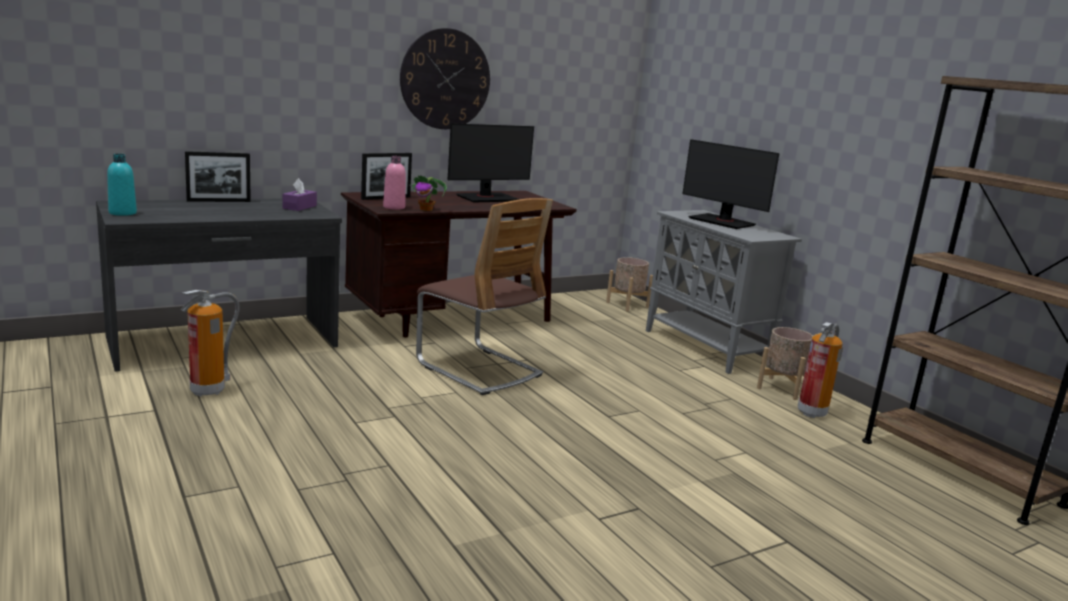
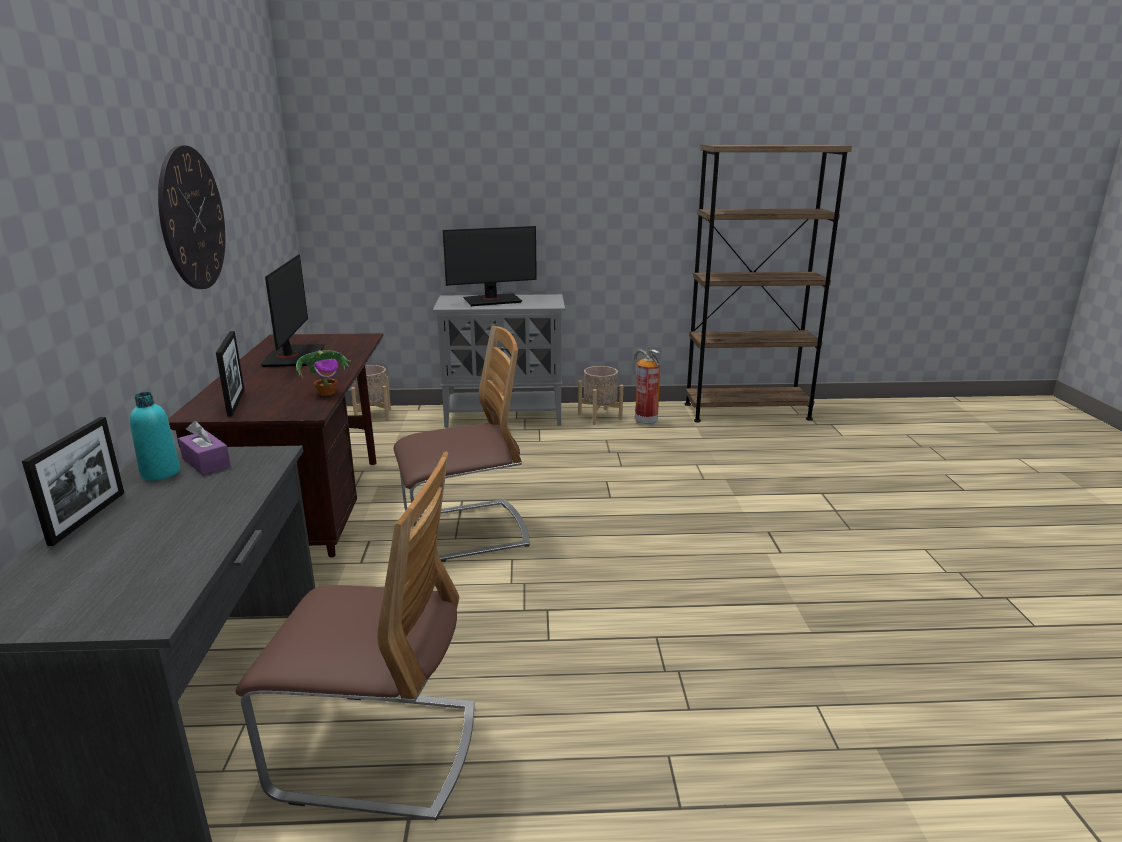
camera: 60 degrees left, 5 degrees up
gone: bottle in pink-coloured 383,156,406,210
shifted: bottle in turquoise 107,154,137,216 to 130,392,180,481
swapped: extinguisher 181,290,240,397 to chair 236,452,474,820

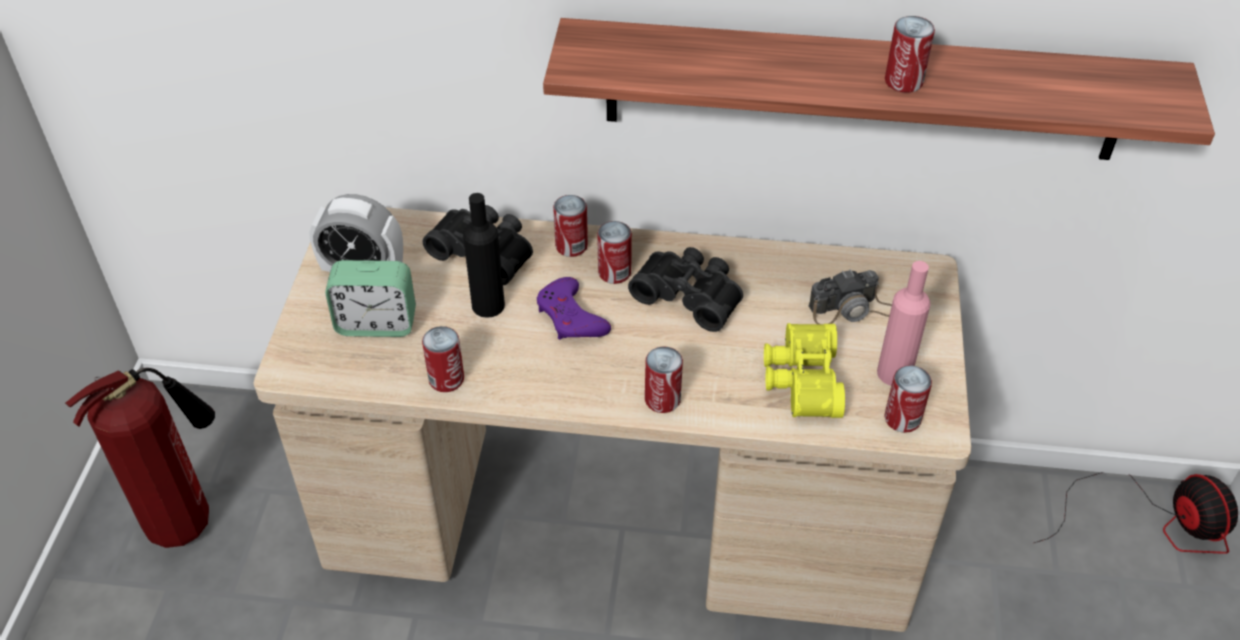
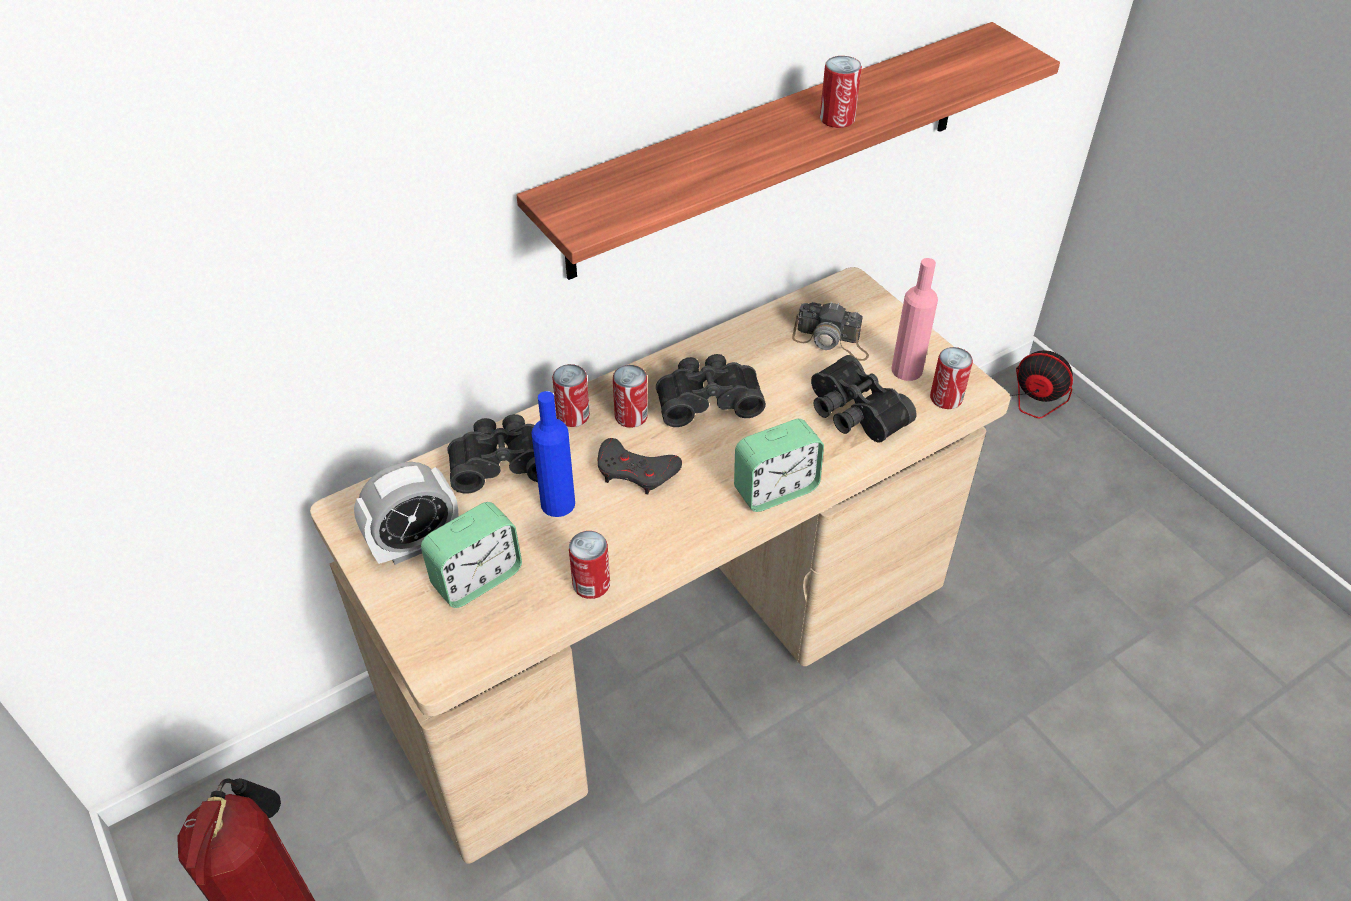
camera: 40 degrees left, 0 degrees up
swapped: sealed can 645,346,683,413 to alarm clock 734,419,824,512
repainted: bottle in blackish 463,193,505,318 to bottle in blue 531,391,575,517; gamepad in purple-coloured 537,277,611,340 to gamepad in greyish 597,438,682,494; field glasses in yellow-coloured 764,323,845,418 to field glasses in blackish 811,355,917,443
rotated: photo camera 809,269,892,324 = 792,302,869,361 75 degrees clockwise

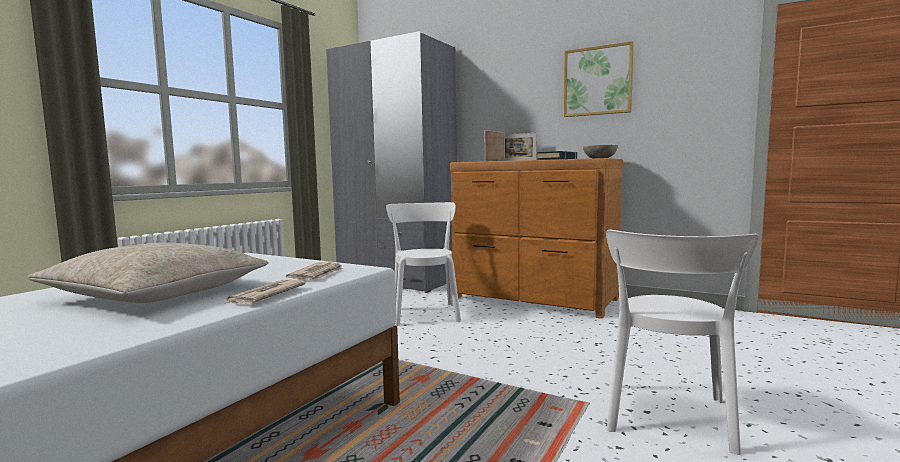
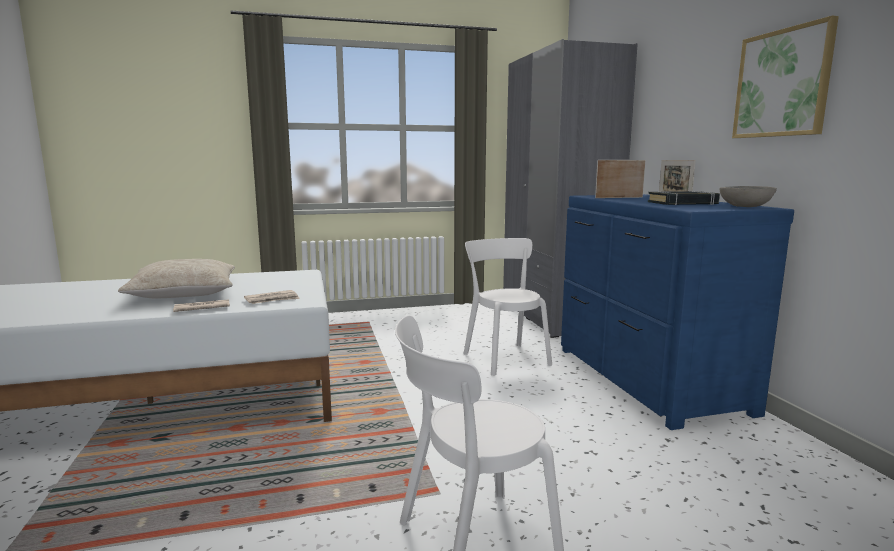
camera: 45 degrees right, 5 degrees up
repainted: drawer chest in brownish 450,158,623,319 to drawer chest in blue 561,194,794,430
rotated: chair in white-coloured 386,202,461,326 = 463,238,552,376 60 degrees counterclockwise

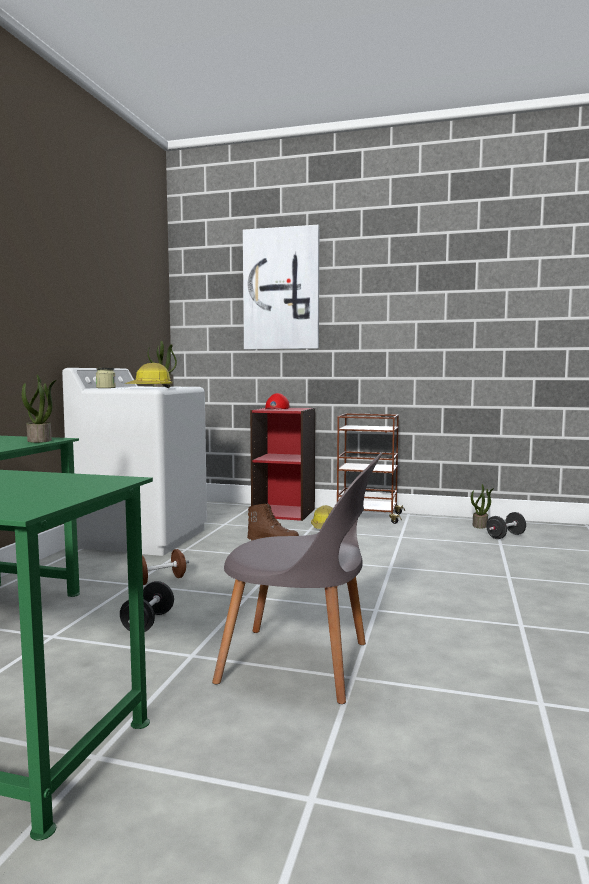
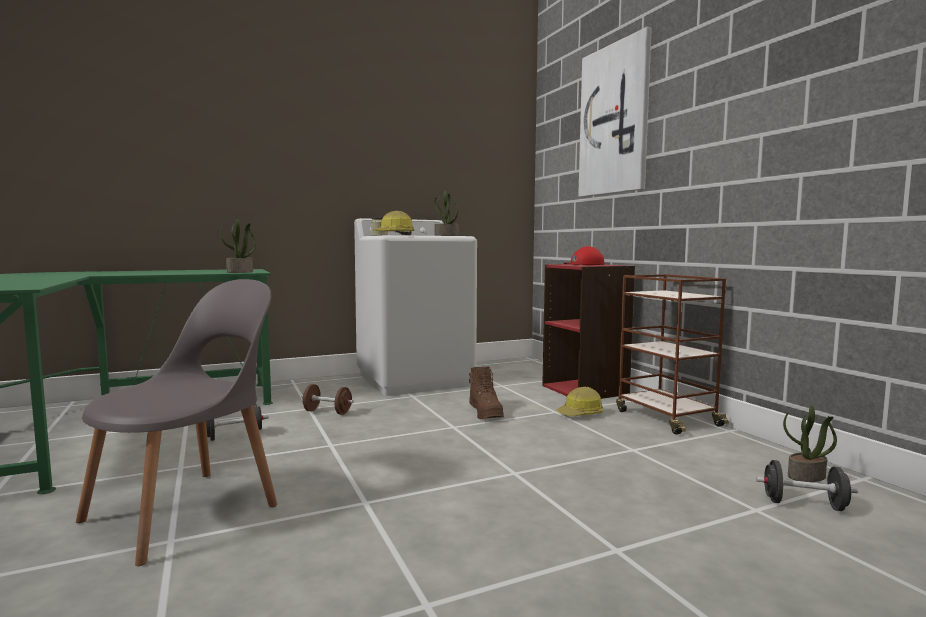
camera: 50 degrees right, 0 degrees up
rotated: chair in greyish 212,453,382,704 = 76,279,277,566 120 degrees counterclockwise

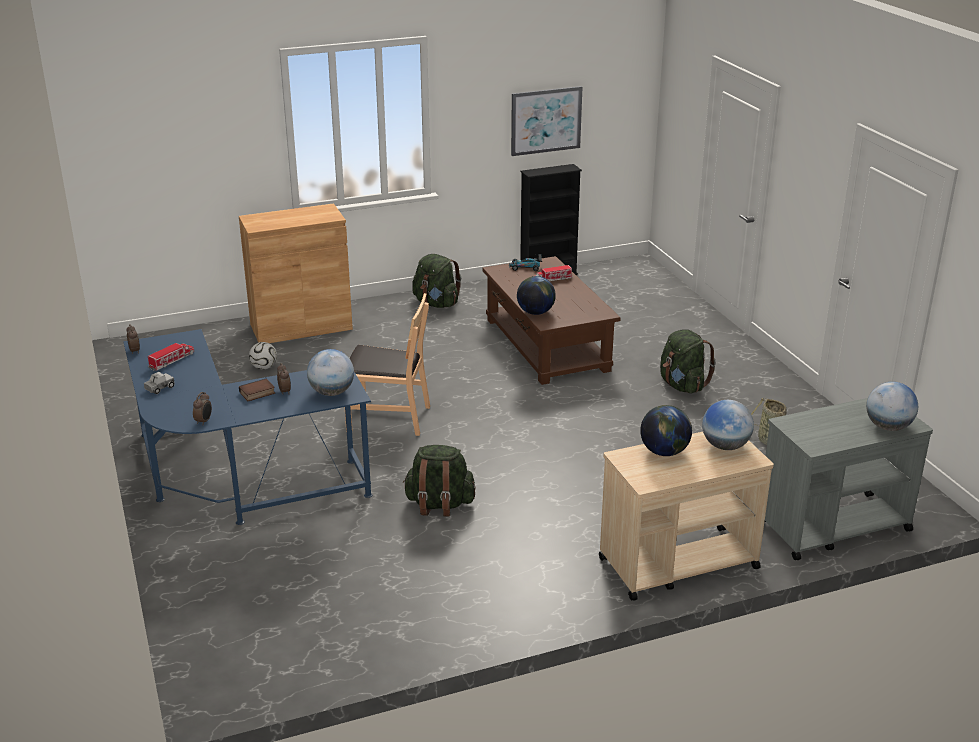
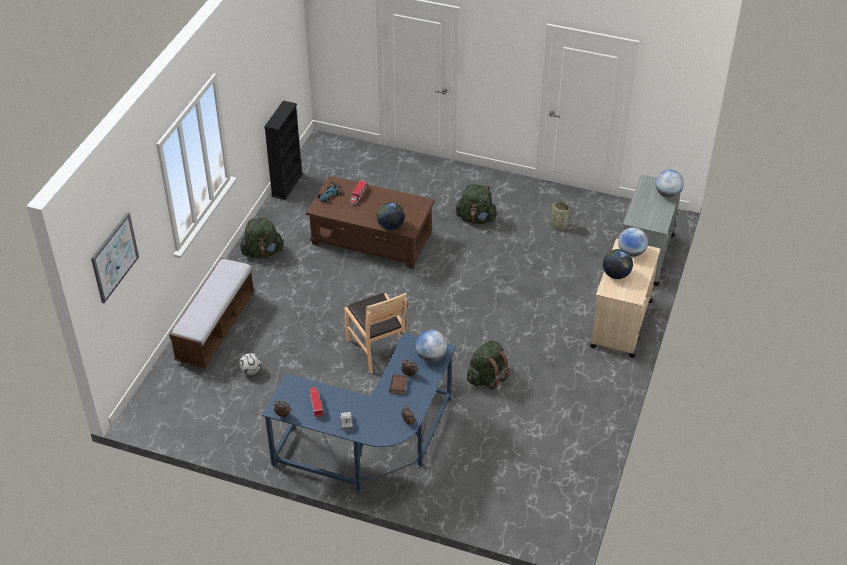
camera: 50 degrees left, 15 degrees up
shifted: picture 511,86,582,156 to 91,212,139,303
swapped: storage cabinet in brownish 239,203,353,343 to long seat 169,258,255,368
rotated: chair in brownish 345,293,430,436 = 344,293,407,374 105 degrees clockwise

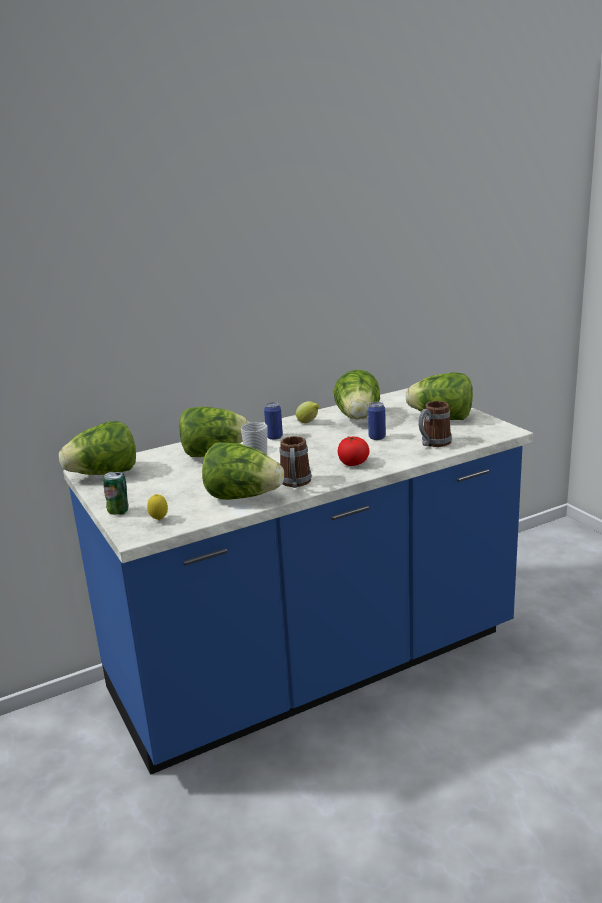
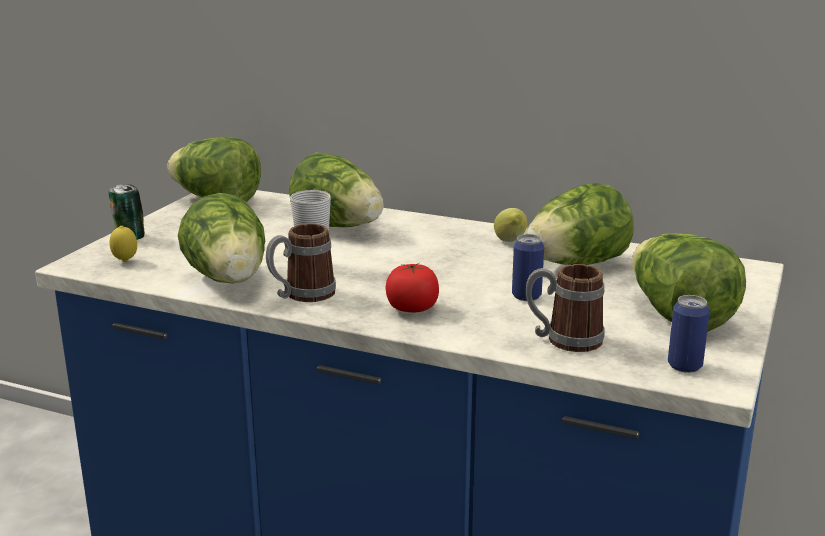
camera: 50 degrees right, 0 degrees up
shifted: sealed can 264,402,283,440 to 668,295,710,373

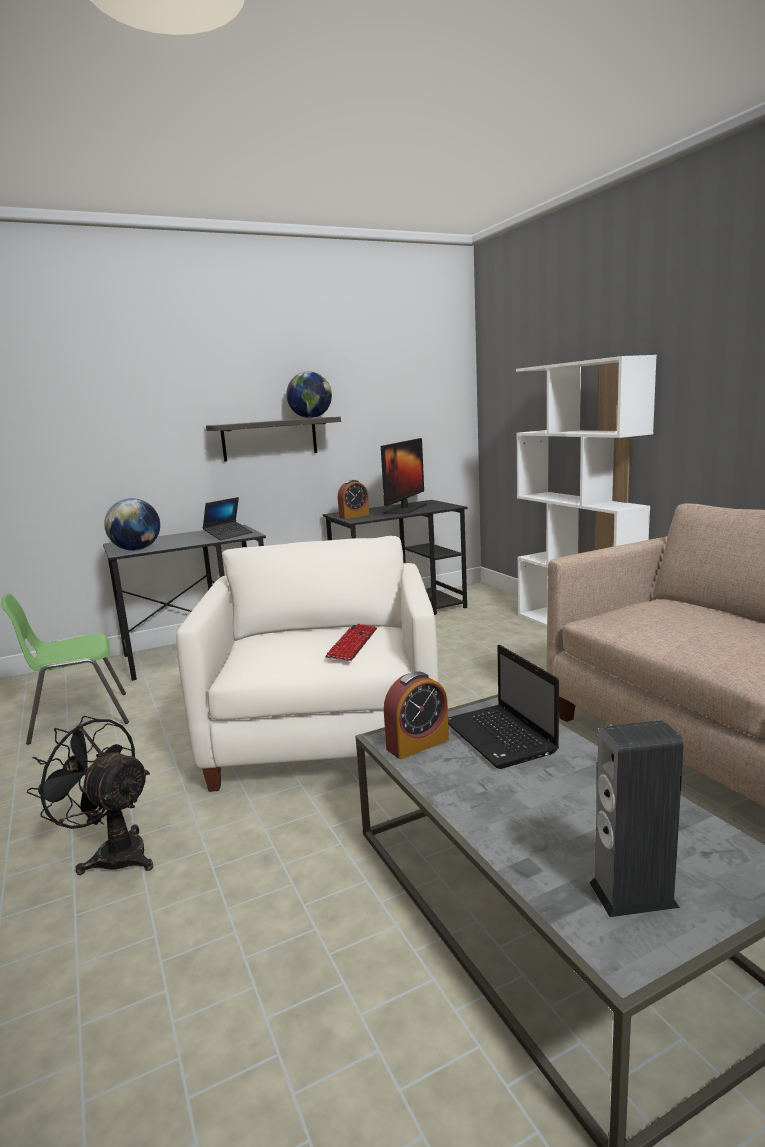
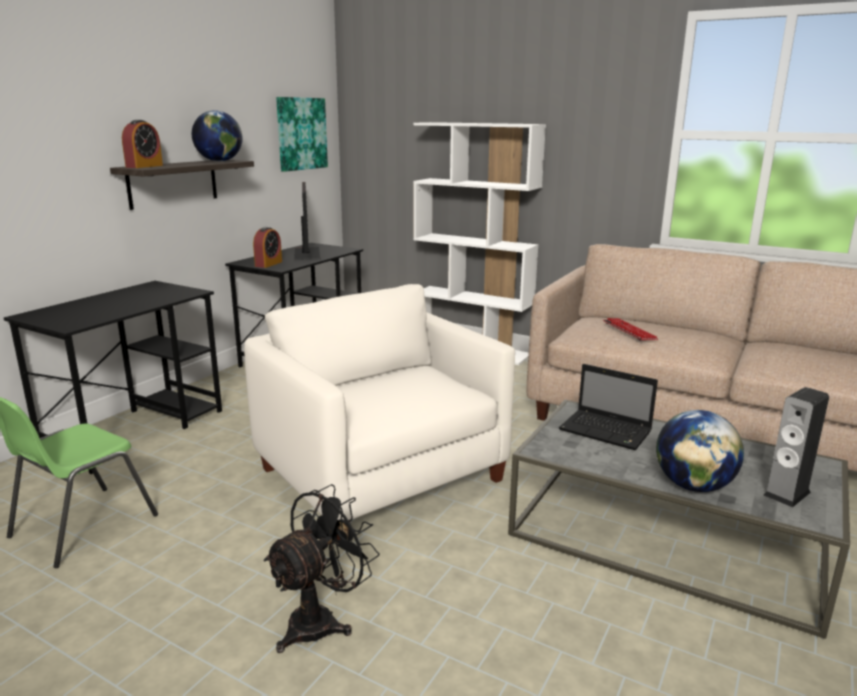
camera: 35 degrees left, 5 degrees up
gone: portable computer 202,497,253,540
new: picture 276,97,328,172
shifted: alarm clock 384,671,449,759 to 122,120,163,168; computer keyboard 325,624,377,661 to 603,318,658,341; globe 104,498,160,551 to 656,410,744,492
rotated: fan in blackish 27,716,153,875 = 264,484,379,653 135 degrees clockwise

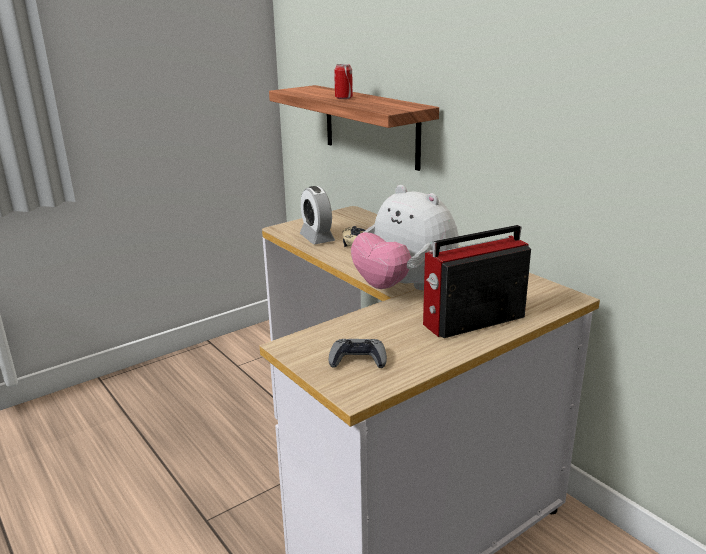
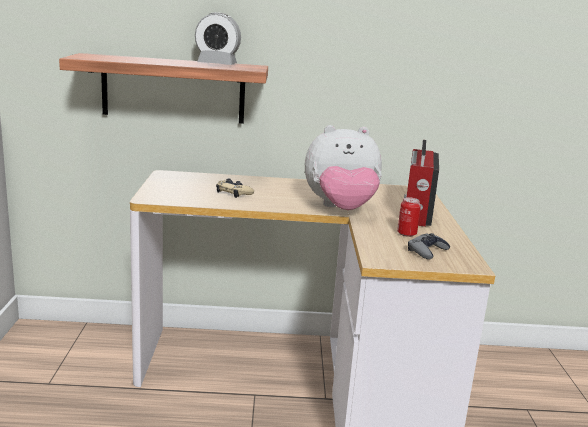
camera: 55 degrees left, 5 degrees down
shifted: alarm clock 300,186,335,244 to 195,12,241,65; sealed can 334,64,353,99 to 397,197,421,237

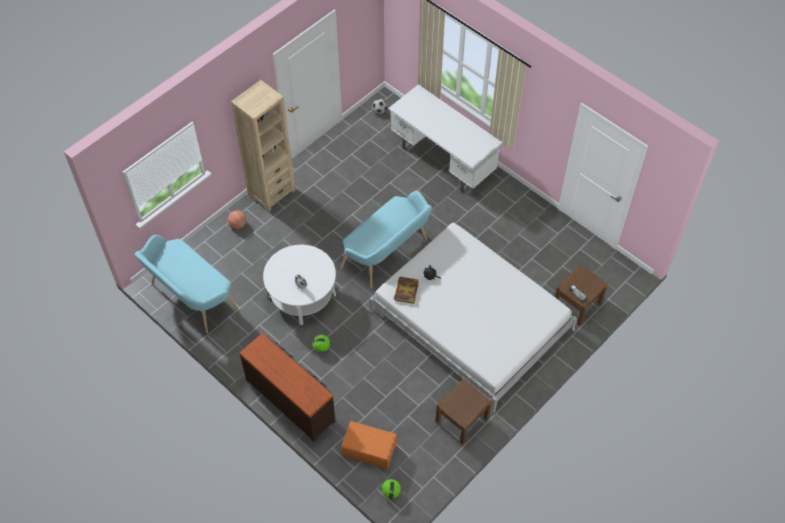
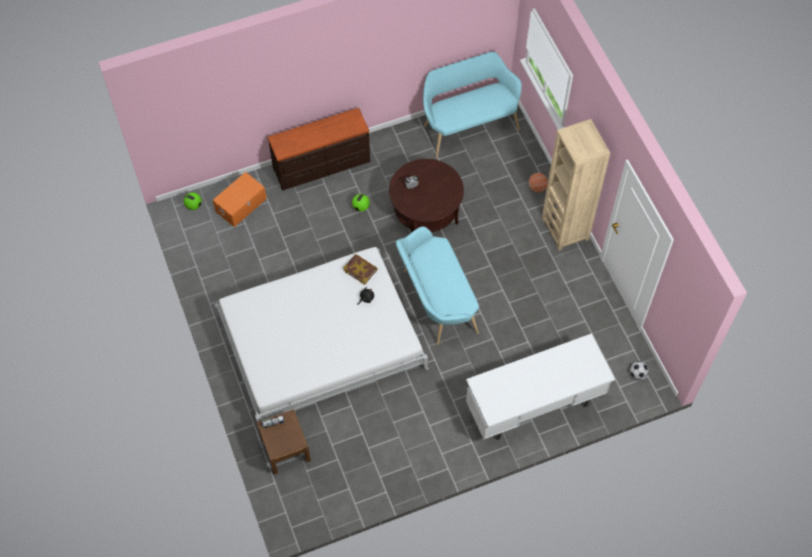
camera: 115 degrees right, 5 degrees up
gone: night table in brownish 435,379,492,445
repainted: lounge table in white-coloured 263,245,336,325 to lounge table in brownish 389,159,464,233

